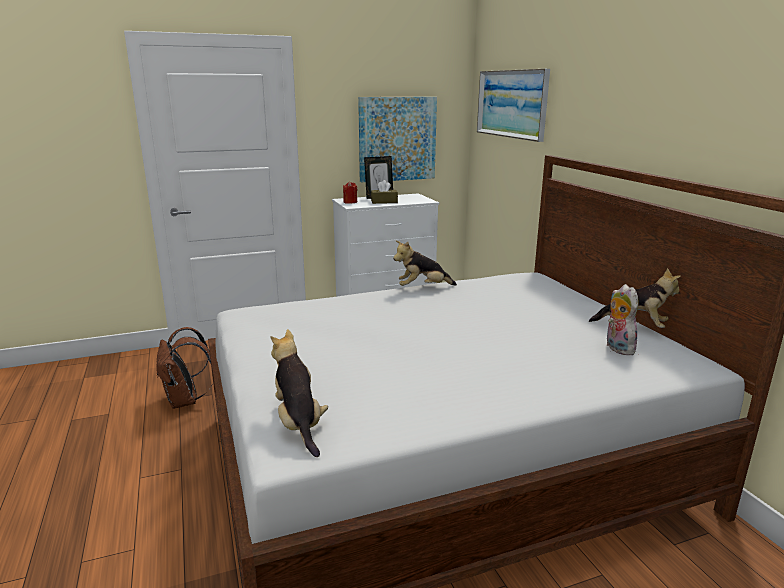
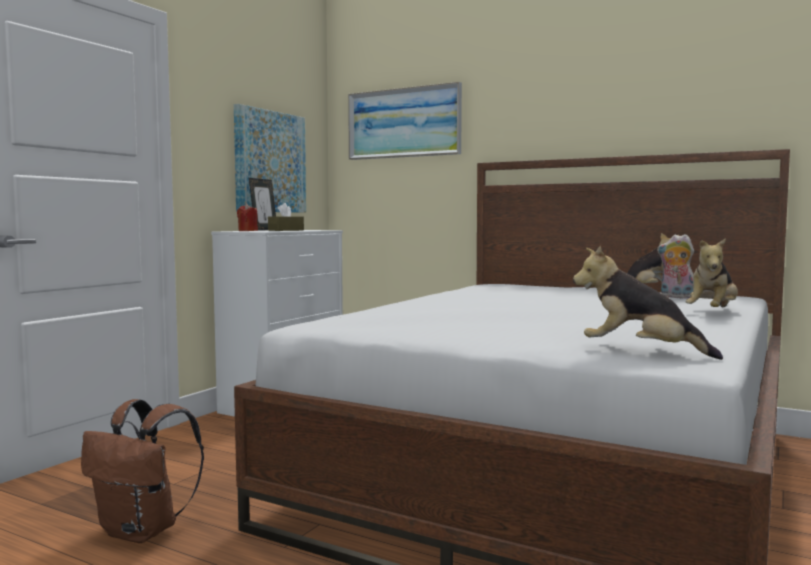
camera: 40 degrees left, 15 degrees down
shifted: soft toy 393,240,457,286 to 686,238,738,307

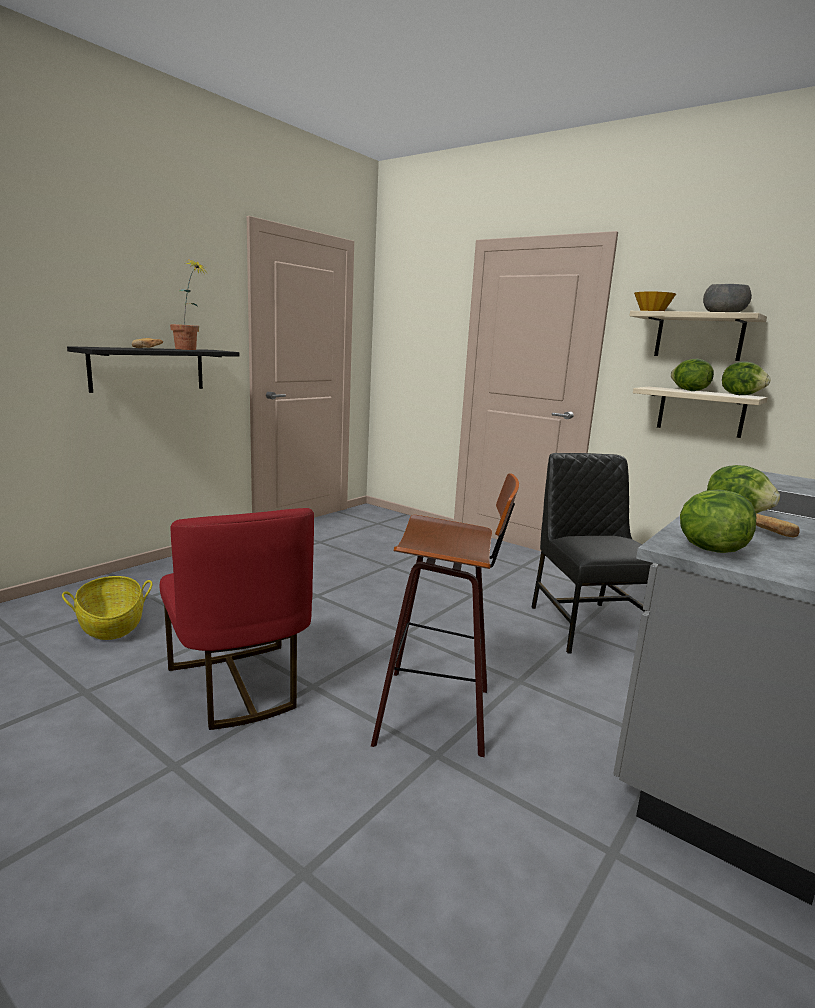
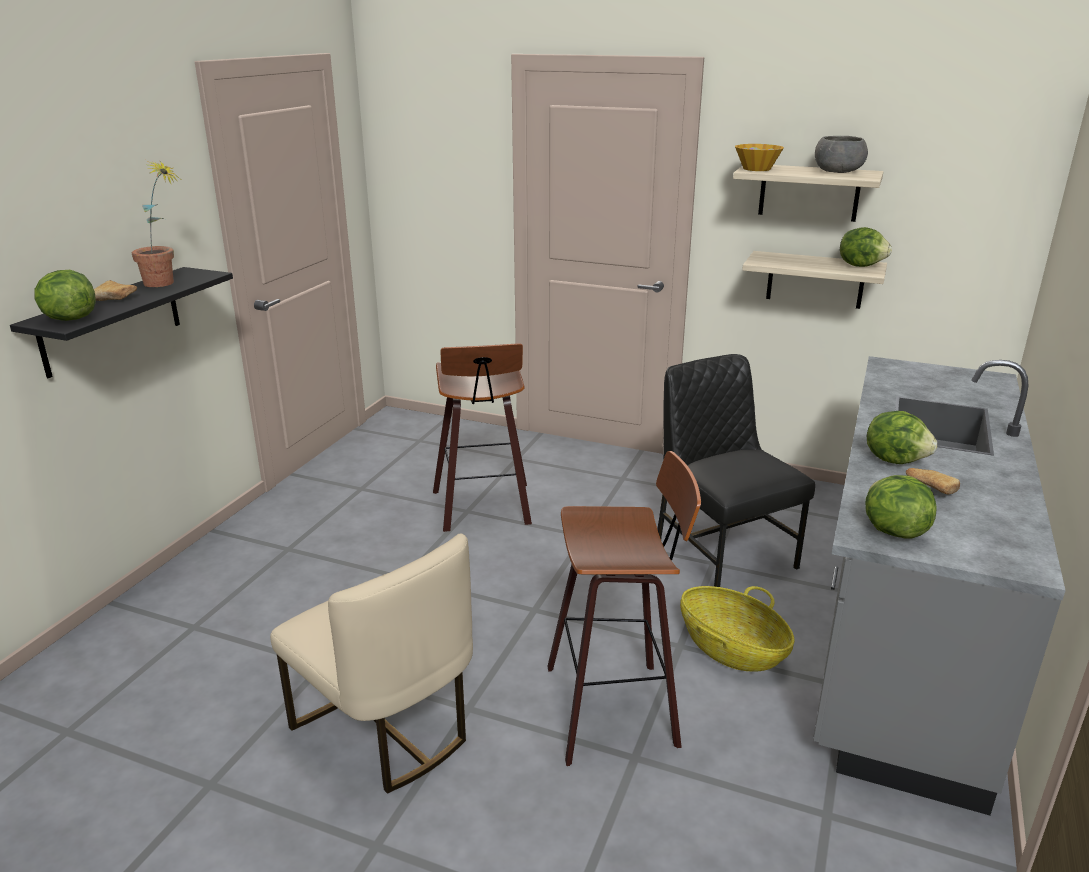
camera: 15 degrees left, 10 degrees up
new: sitting stool 433,343,532,532
shifted: head of lettuce 671,359,714,391 to 34,270,96,321; basket 62,576,152,640 to 680,586,795,671
repainted: chair in reddish 160,508,314,730 to chair in beige-coloured 270,533,473,794

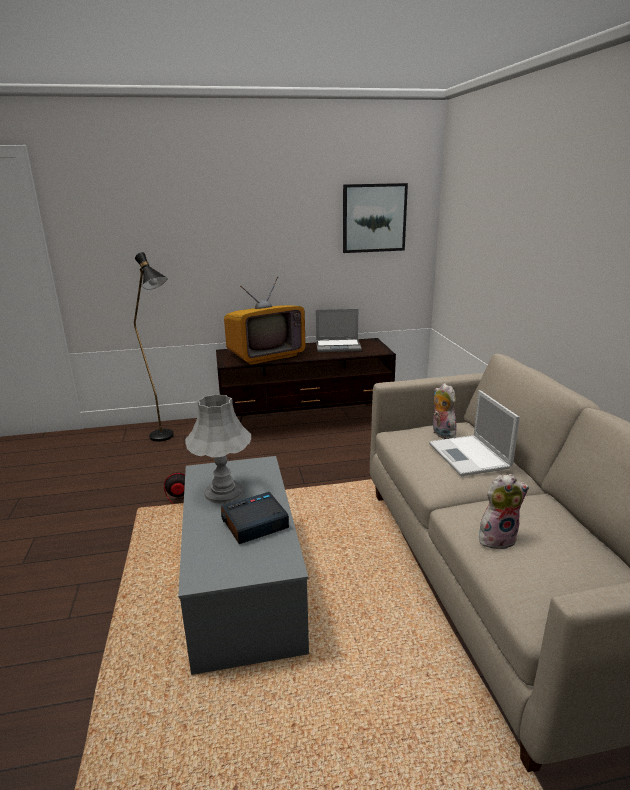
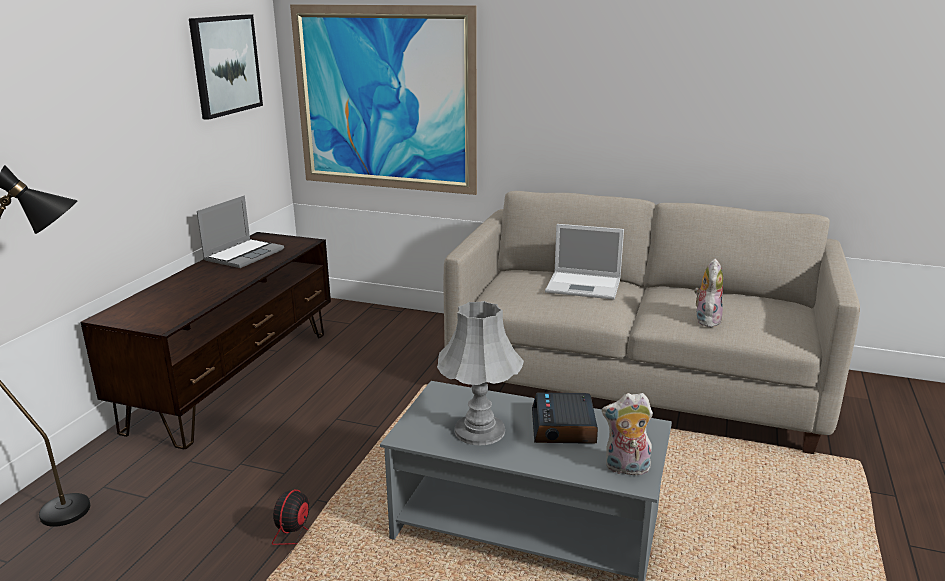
camera: 60 degrees left, 0 degrees up
gone: TV set 224,276,305,365
new: picture 290,4,477,195
shifted: soft toy 433,383,457,439 to 602,393,653,475

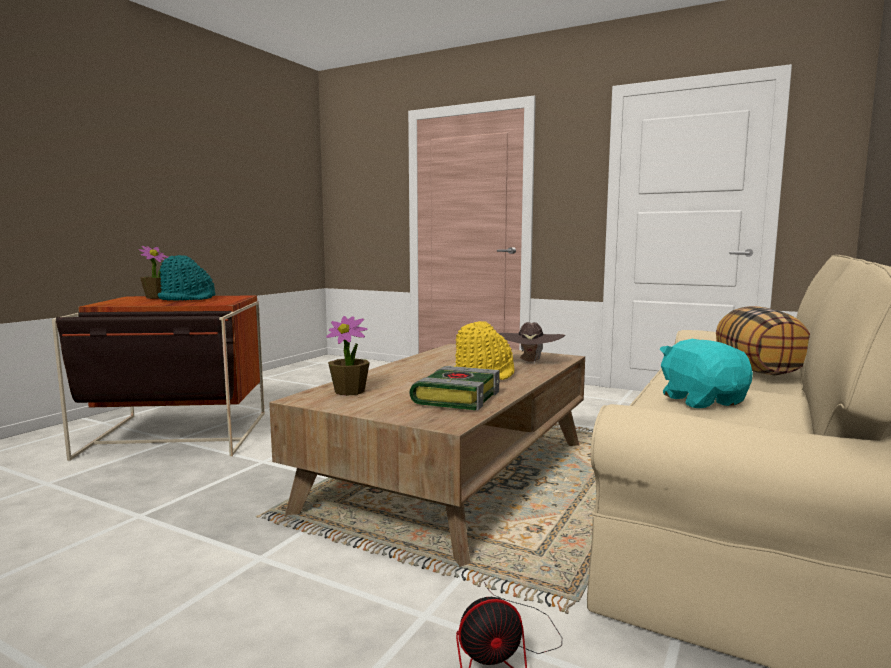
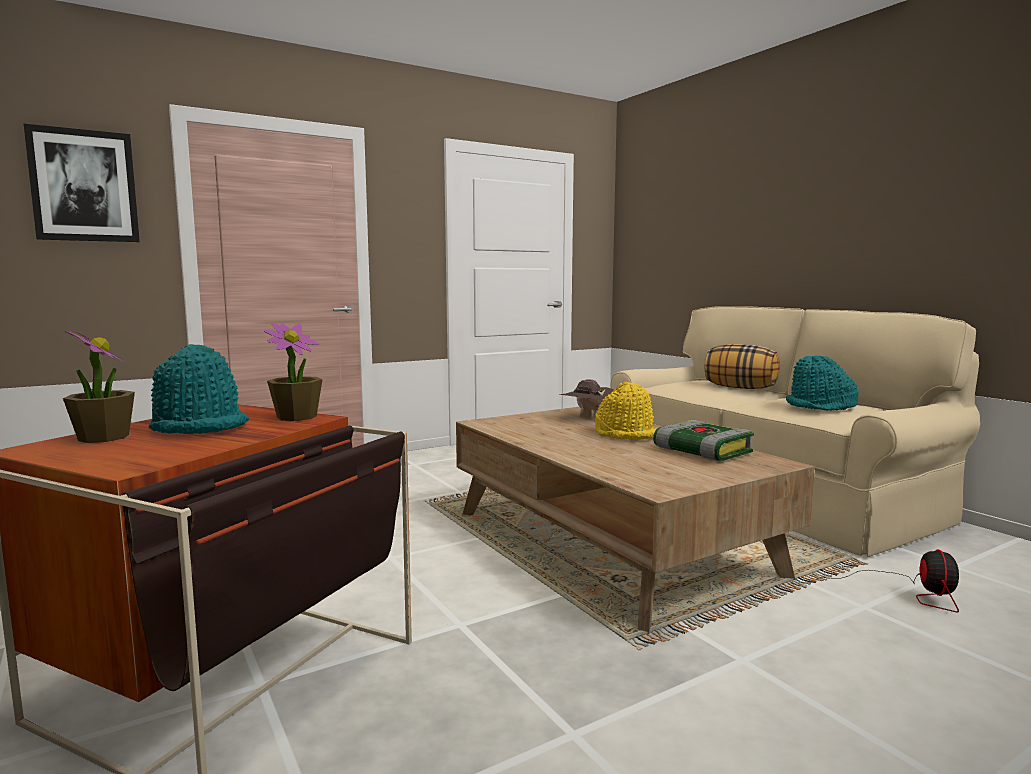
camera: 60 degrees left, 0 degrees up
new: picture 24,124,140,242
shifted: potted plant 326,316,370,396 to 264,323,323,421
swapped: soft toy in turquoise 659,339,753,408 to clothing hat in turquoise 786,356,859,411

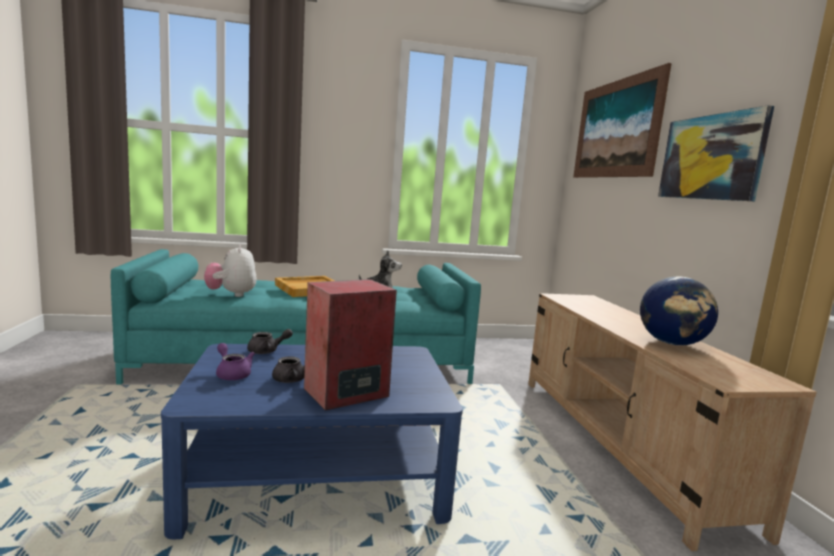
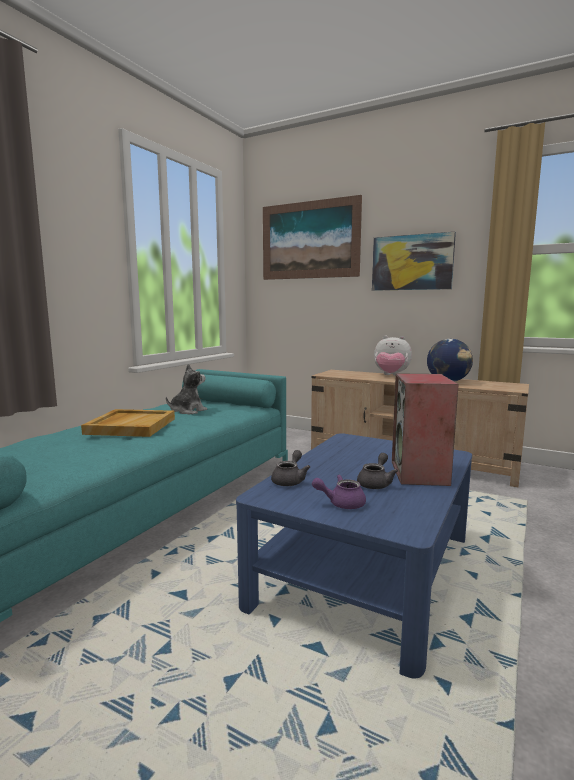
camera: 50 degrees left, 0 degrees up
shifted: soft toy 204,245,257,297 to 374,336,412,376

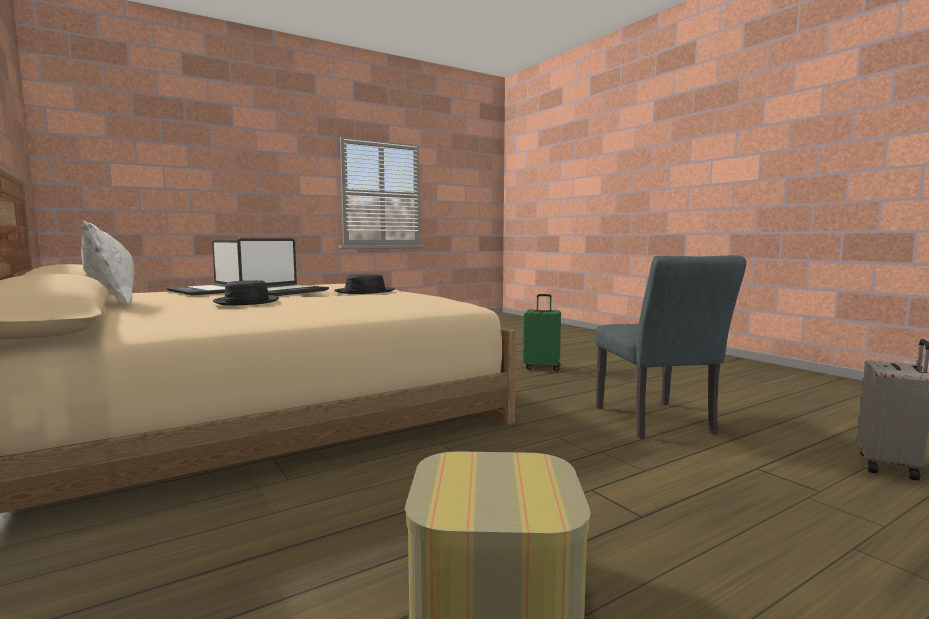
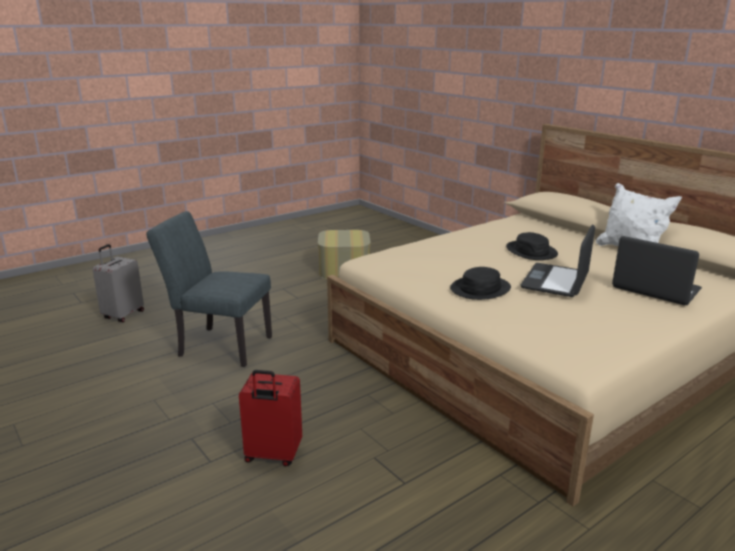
camera: 175 degrees right, 15 degrees up
repainted: suitcase in green-coloured 523,294,561,371 to suitcase in reddish 239,370,302,466
rotated: chair in greyish 595,255,747,439 = 146,211,272,367 60 degrees counterclockwise

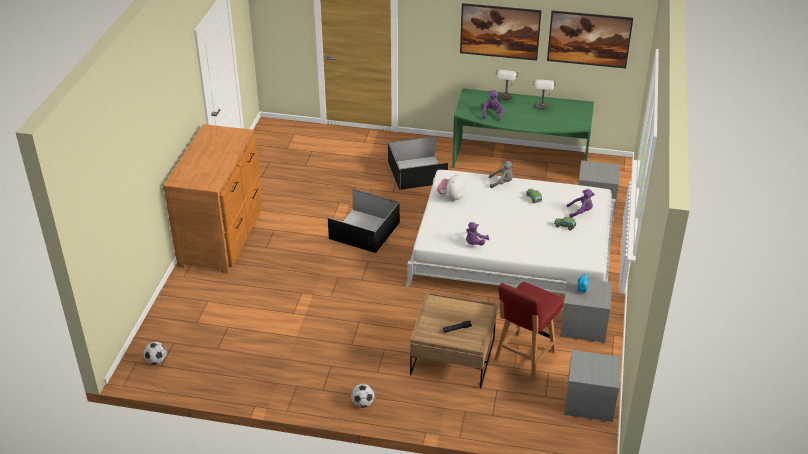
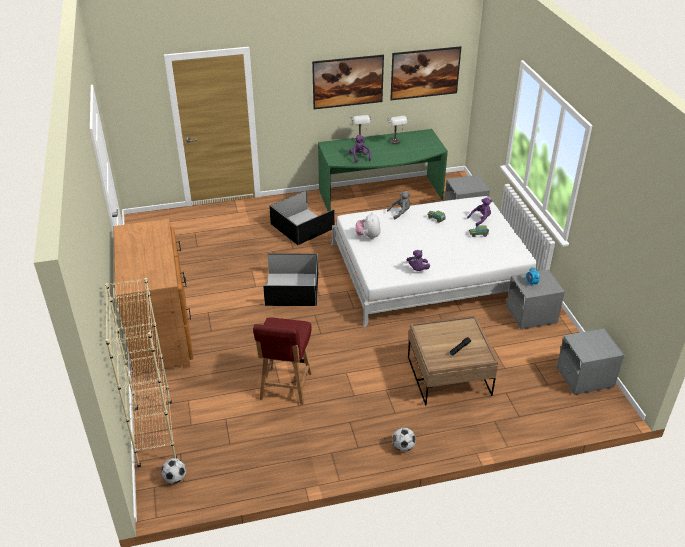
camera: 25 degrees left, 0 degrees up
new: bookshelf in beige-coloured 105,278,177,467
shifted: chair in reddish 494,282,564,378 to 253,318,312,405

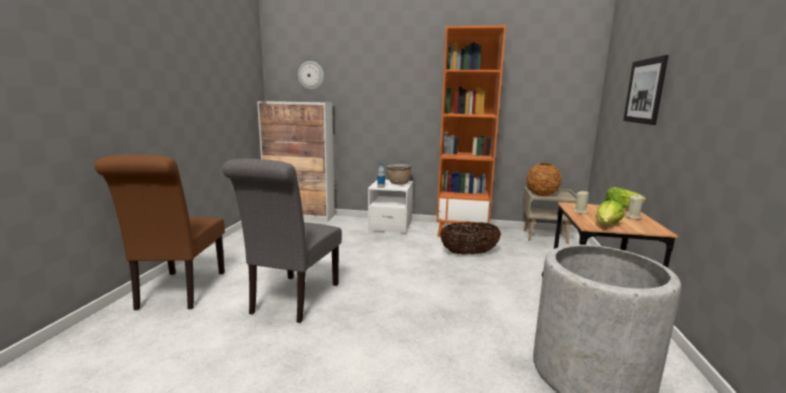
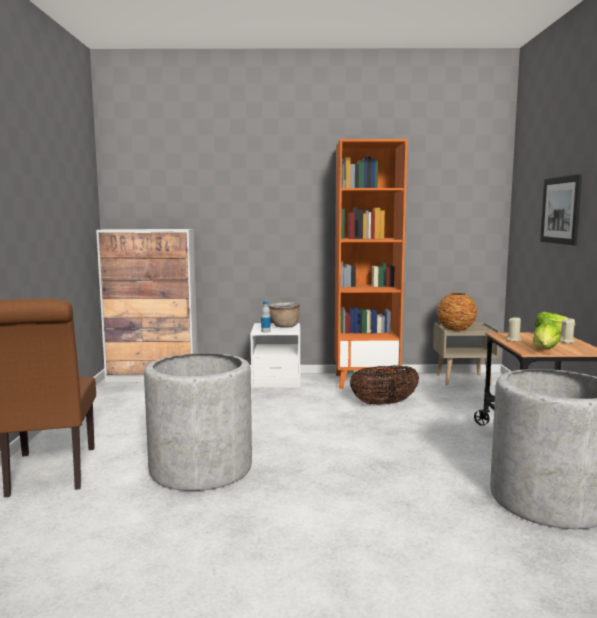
camera: 10 degrees left, 5 degrees down
gone: hanging clock 298,61,324,90
swapped: chair in greyish 222,159,342,323 to planter in greyish 144,353,252,491

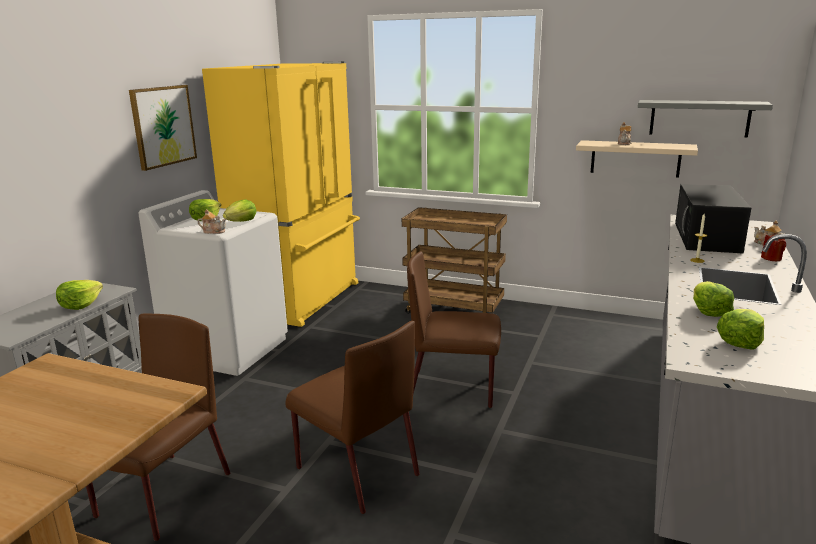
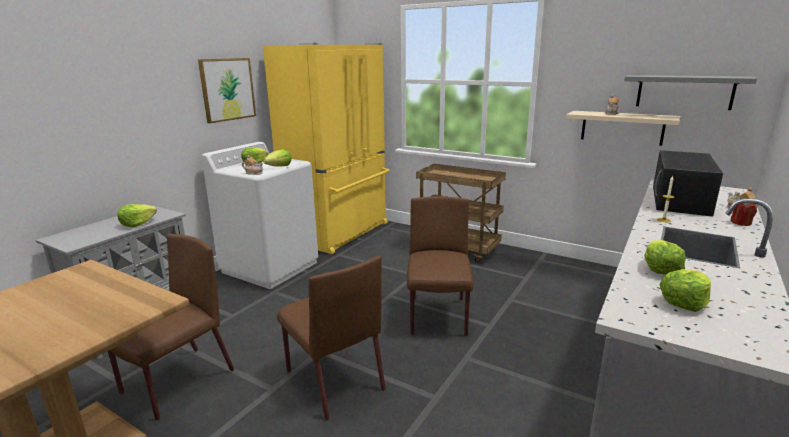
camera: 10 degrees right, 0 degrees up
rotated: chair in brownish 407,251,501,408 = 407,196,474,336 75 degrees clockwise

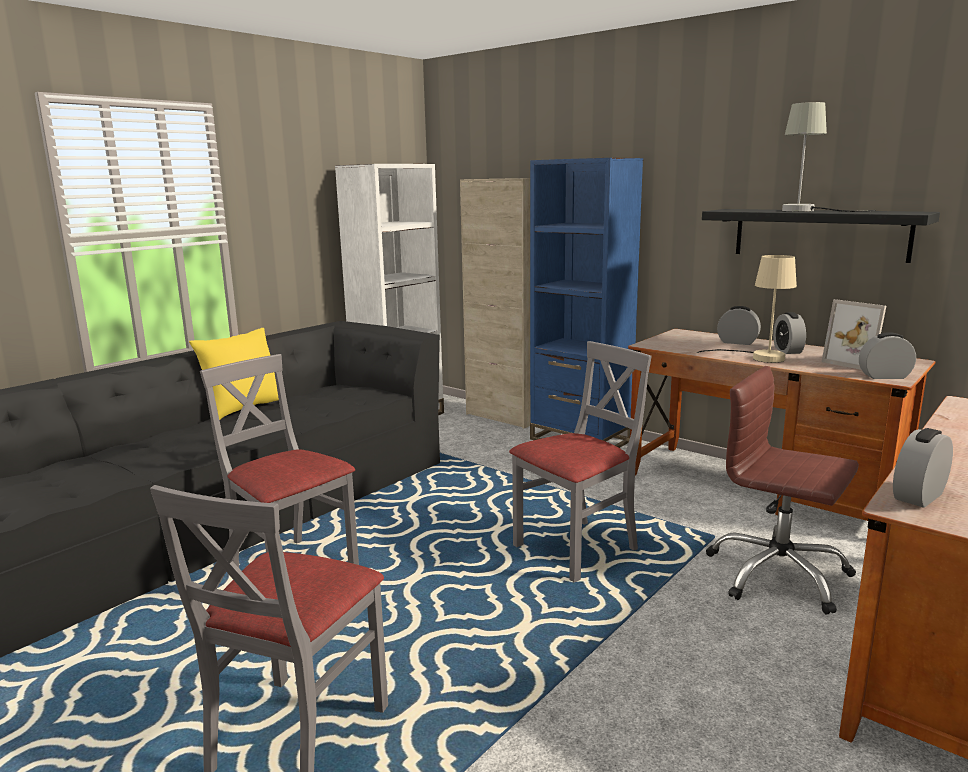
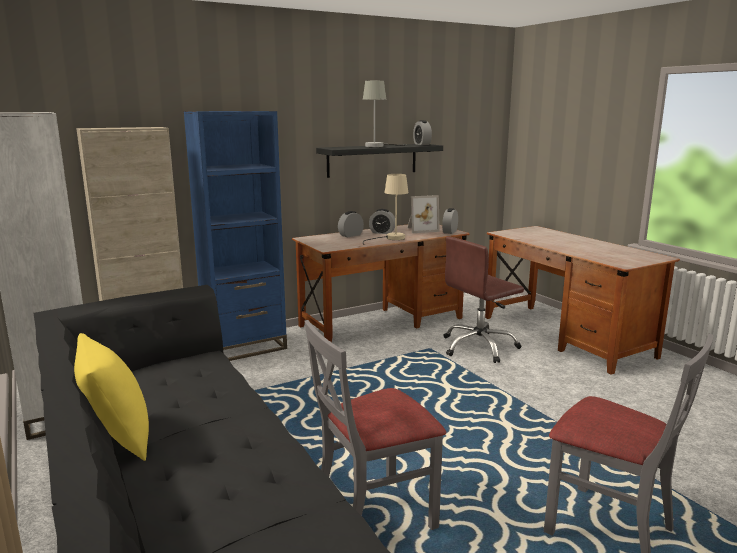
camera: 70 degrees left, 0 degrees up
gone: chair in greyish 509,341,652,582
shifted: alarm clock 893,428,953,508 to 413,120,432,145

